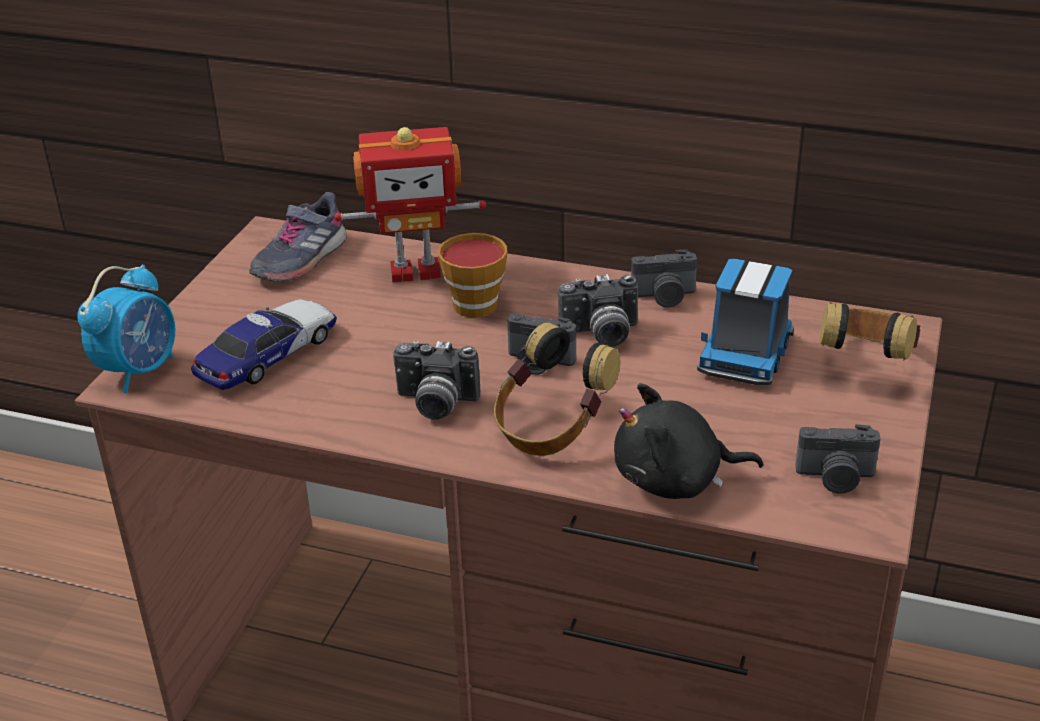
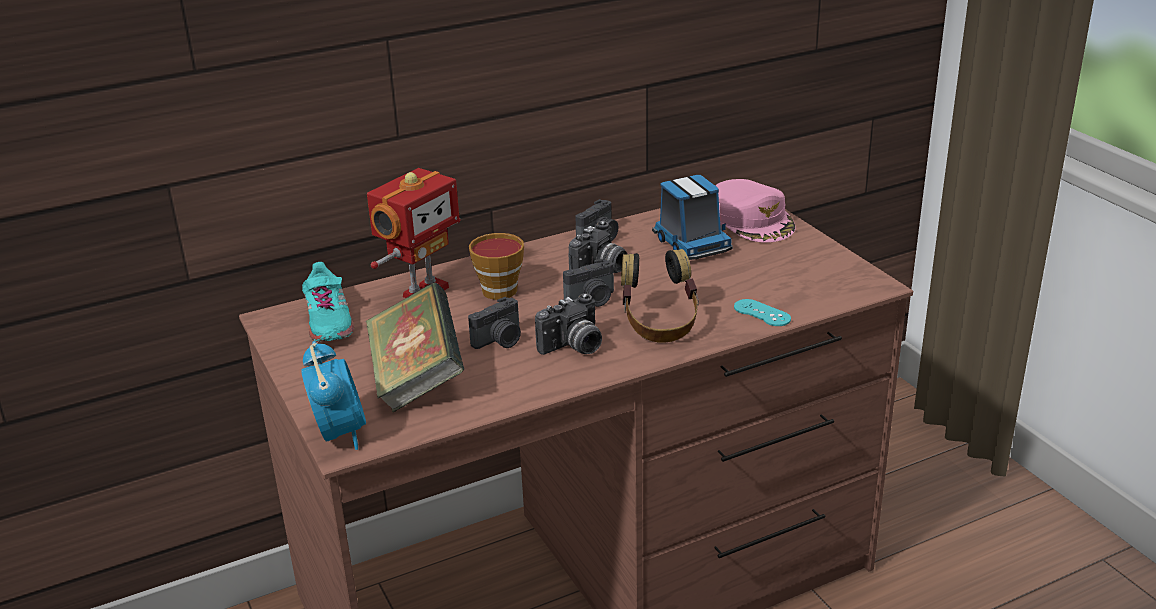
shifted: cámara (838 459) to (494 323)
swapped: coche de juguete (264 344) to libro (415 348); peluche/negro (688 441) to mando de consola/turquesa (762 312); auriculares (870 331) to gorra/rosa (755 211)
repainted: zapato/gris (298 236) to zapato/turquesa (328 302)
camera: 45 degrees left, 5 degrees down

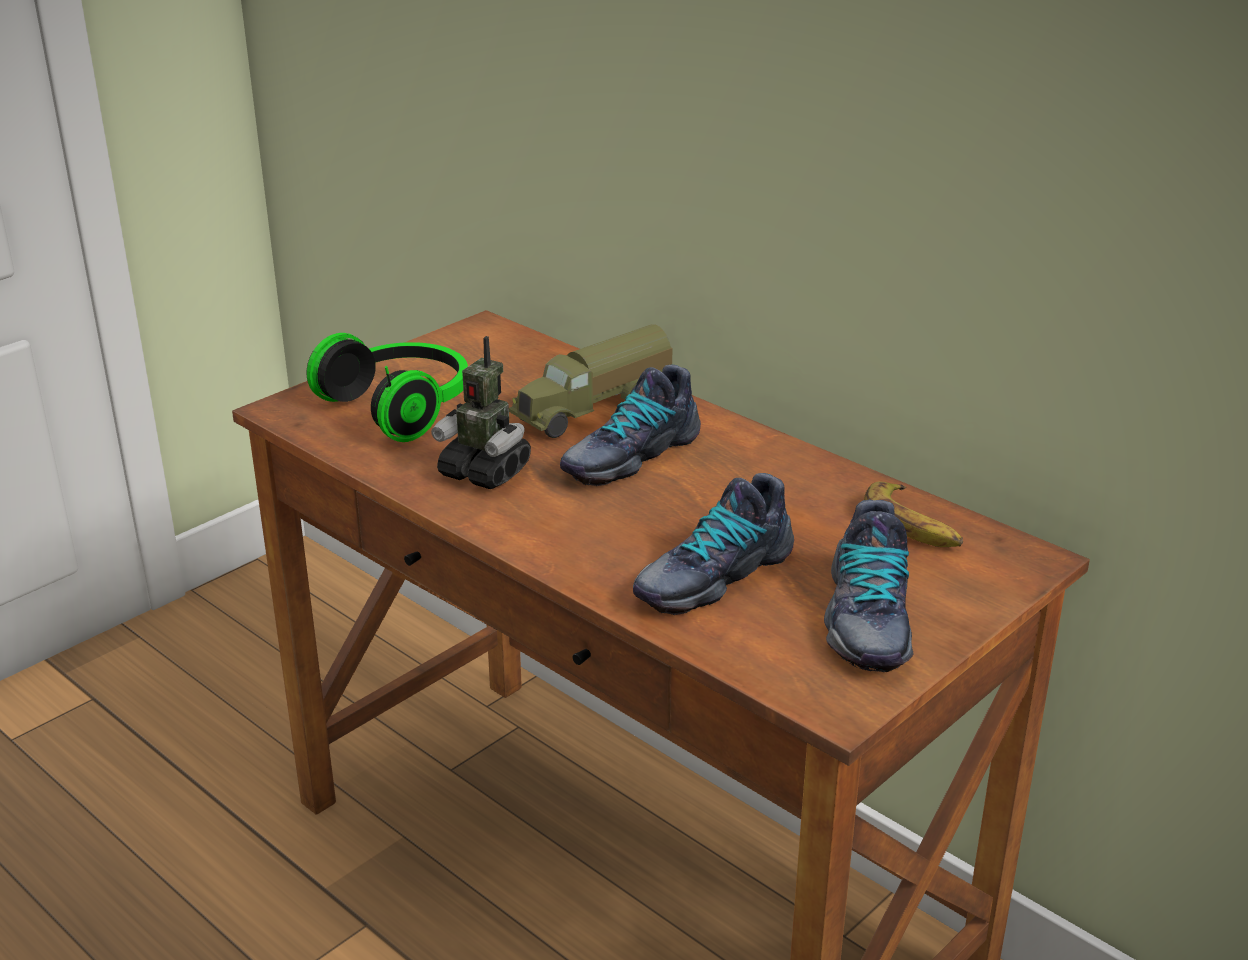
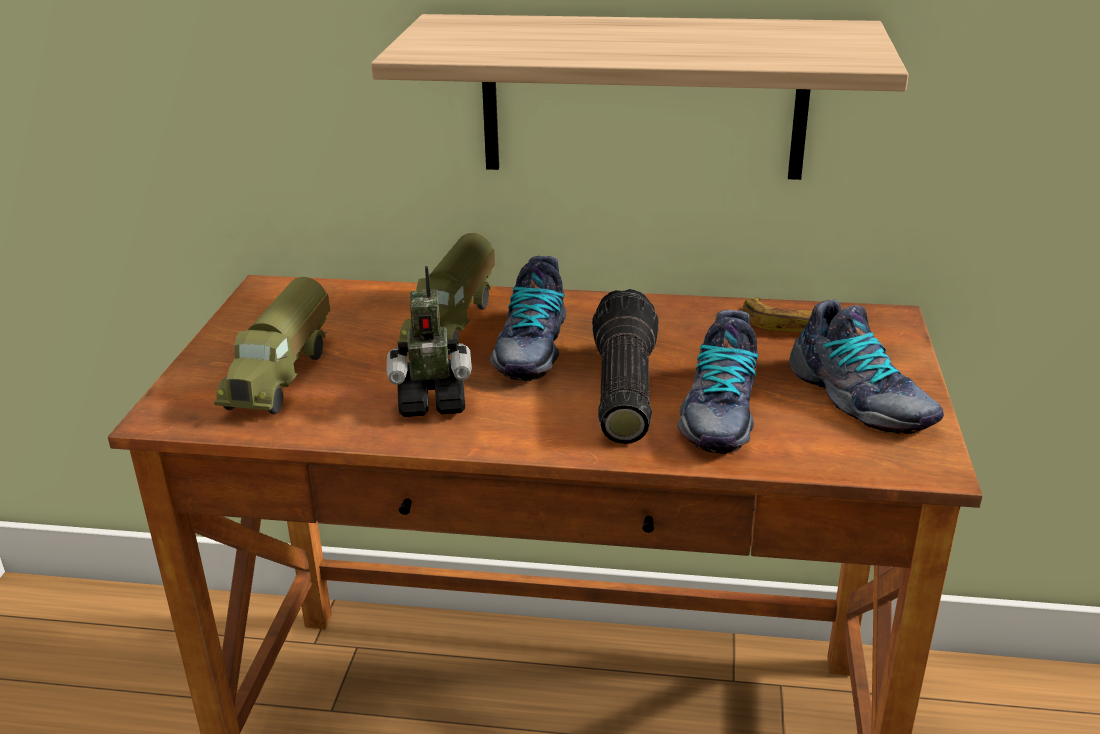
new: estante (640 97); linterna (625 366)
swapped: auriculares (387 387) to camión de juguete (272 345)
camera: 35 degrees left, 0 degrees up

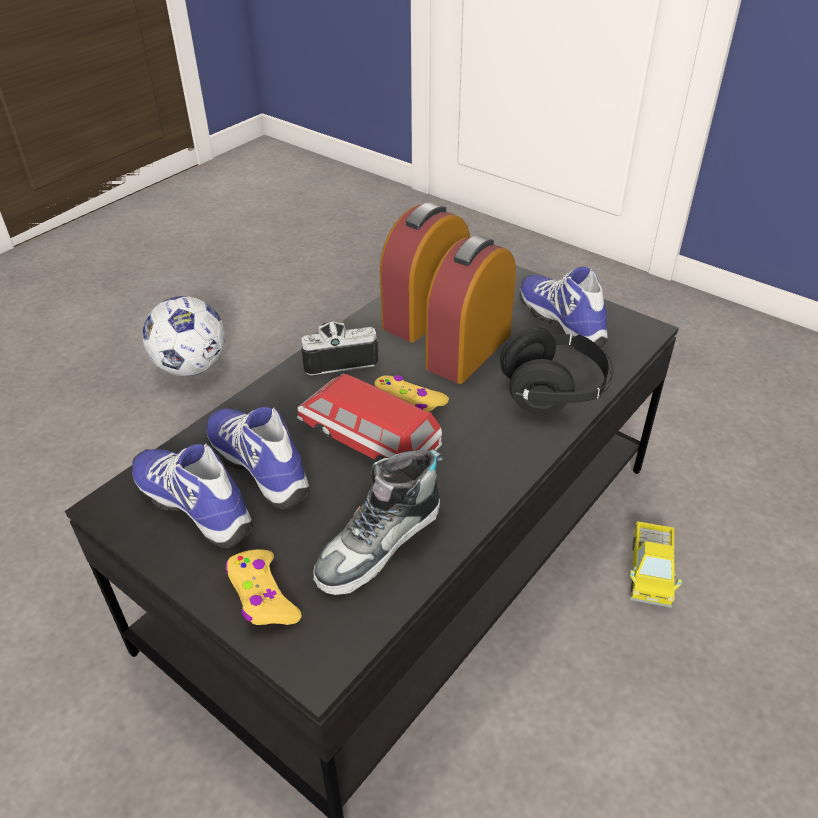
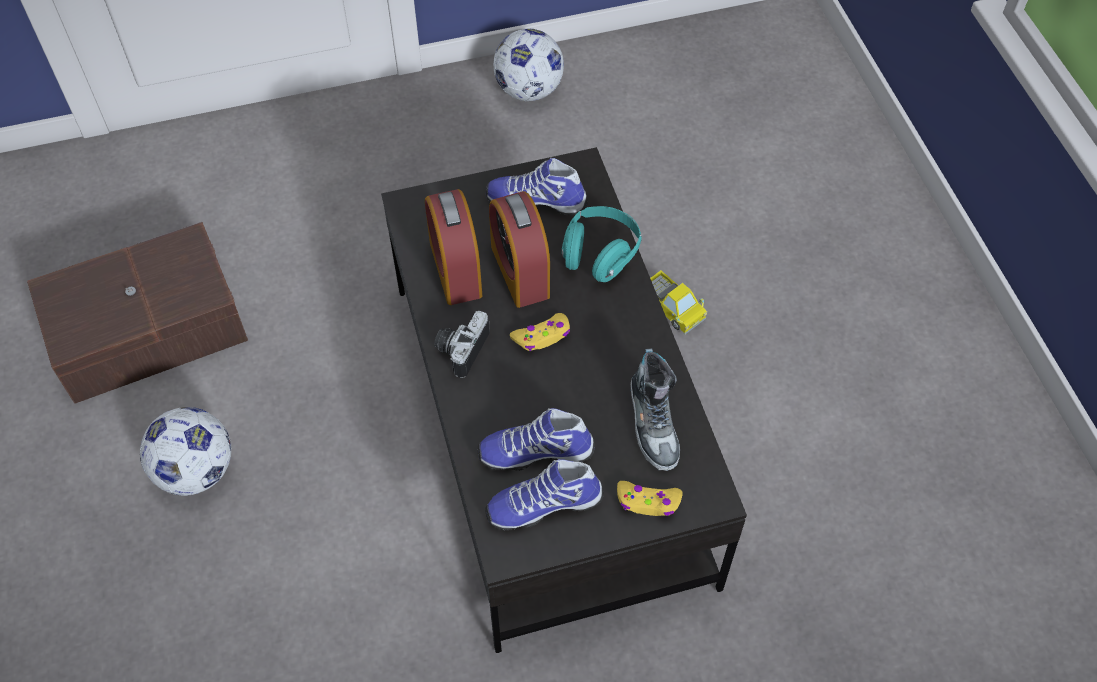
gone: coche de juguete (369 417)
new: caja de almacenaje/marrón (137 313); balón de fútbol (528 65)
repainted: auriculares/negro (556 370) to auriculares/turquesa (601 244)
camera: 55 degrees left, 15 degrees up

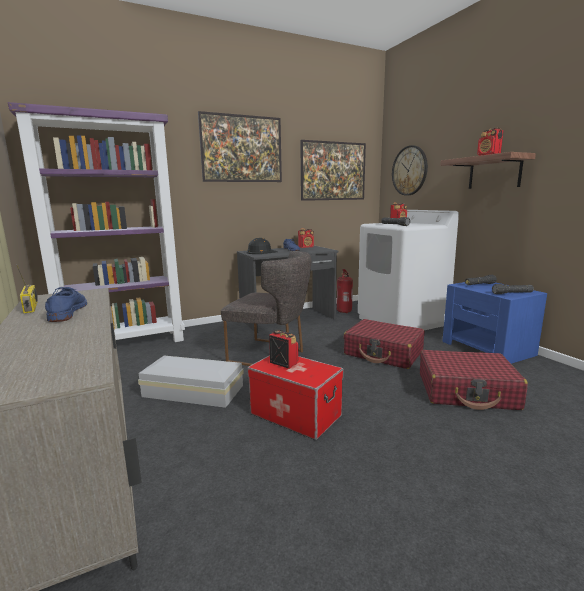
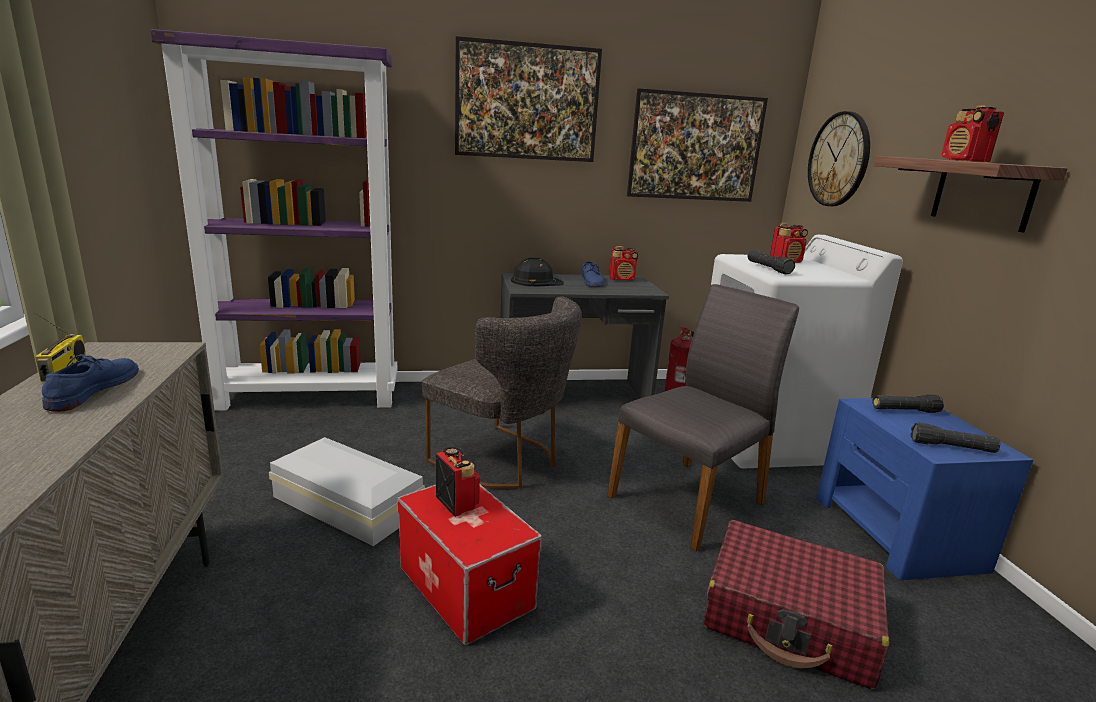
swapped: maleta/rojo (384 344) to silla/gris (703 418)
camera: 15 degrees right, 5 degrees up

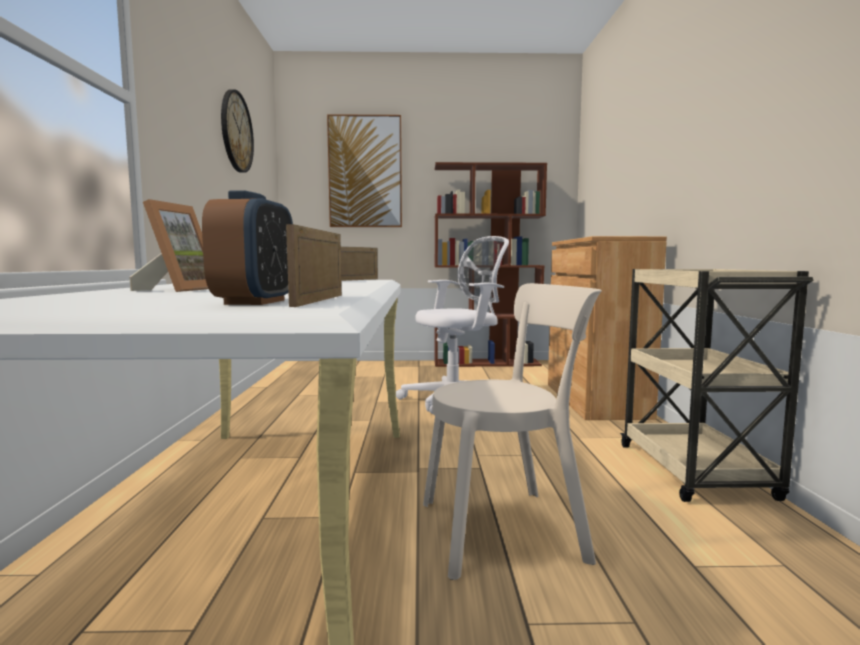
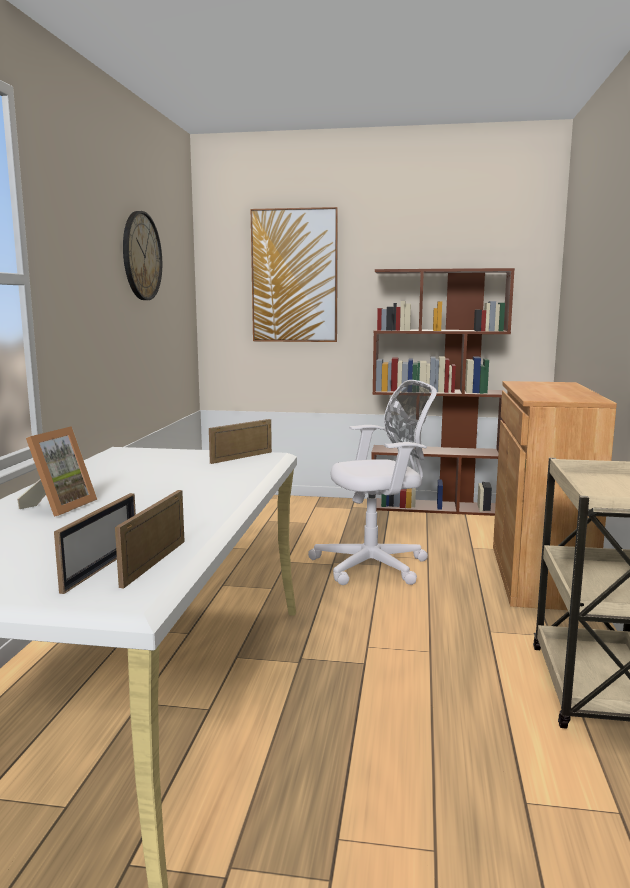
gone: silla/beis (512 431)
swapped: despertador (247 247) to portarretratos (95 543)
camera: 10 degrees right, 5 degrees up

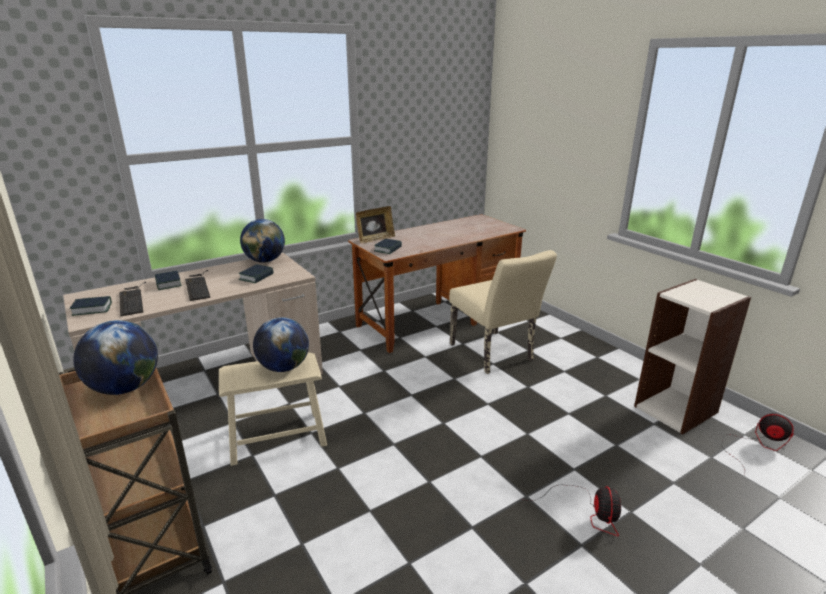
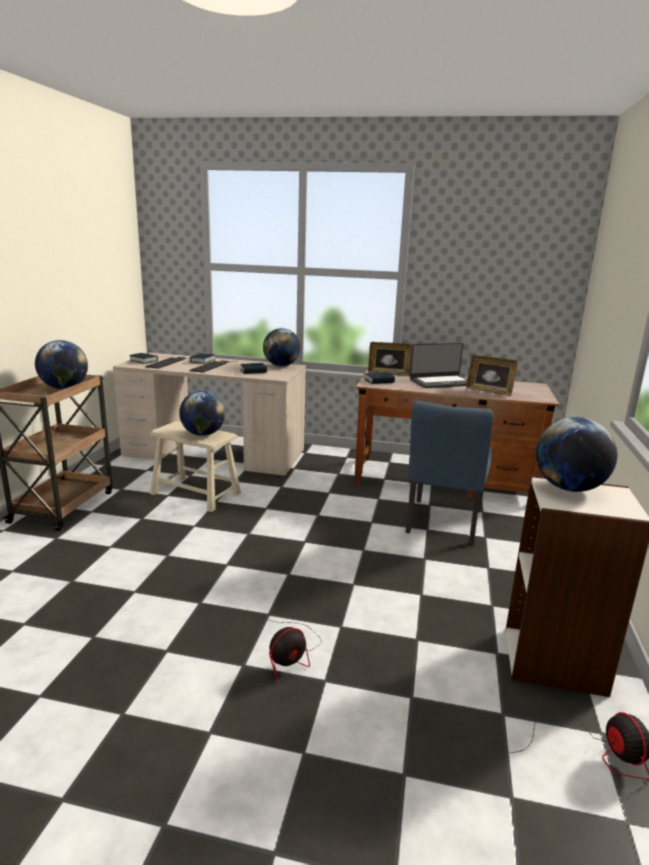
new: portátil (438 365); portarretratos (491 375); globo terráqueo (576 454)
repainted: silla/beis (503 312) to silla/azul (449 473)
camera: 45 degrees right, 5 degrees down

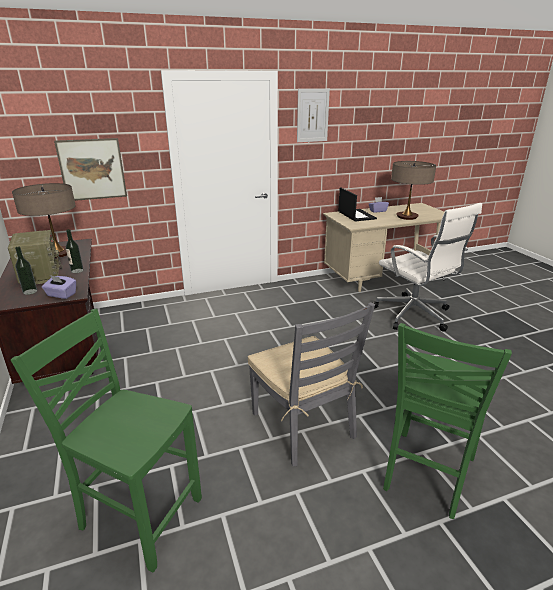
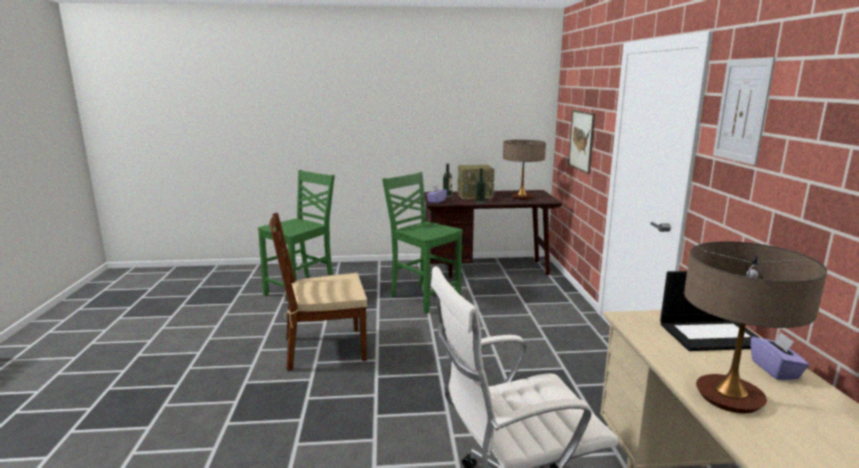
shifted: silla/verde (447 421) to (422 243)
repainted: silla/gris (311 384) to silla/marrón (318 292)
camera: 105 degrees right, 10 degrees down

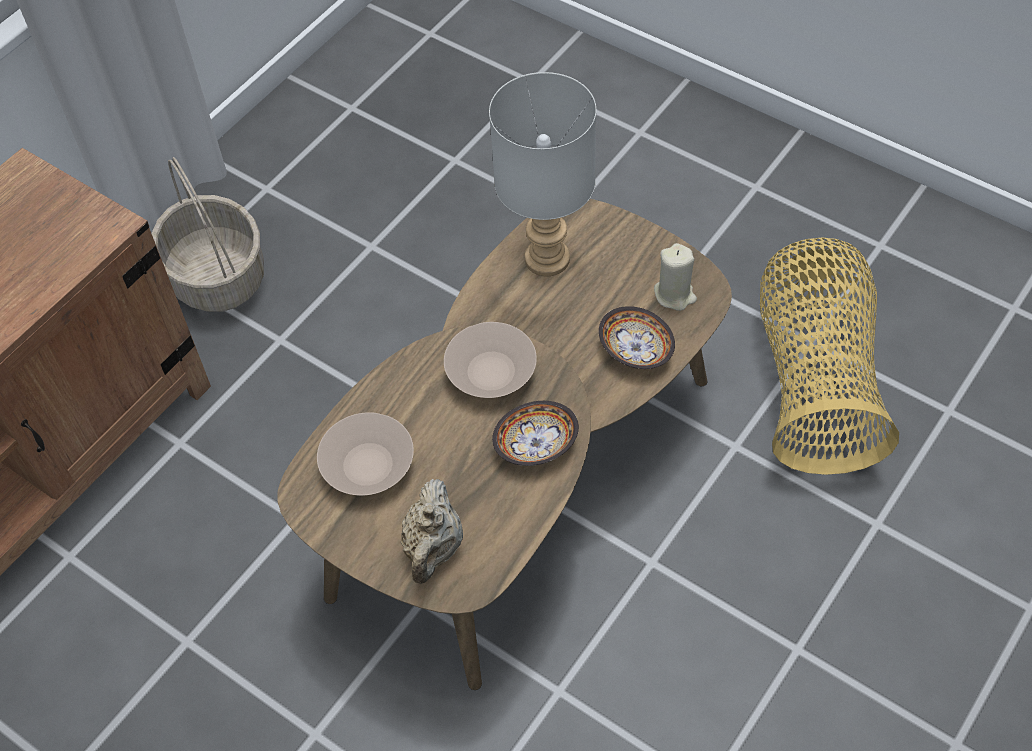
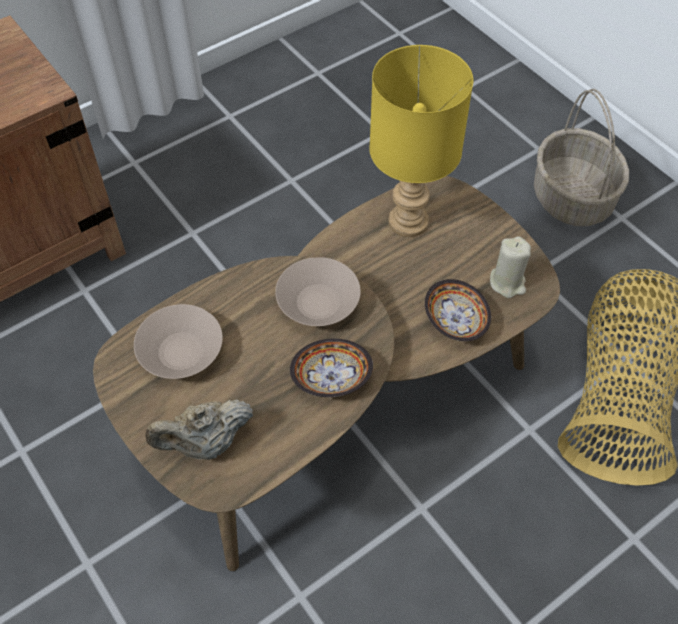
shifted: cesta (208 234) to (581 157)
repainted: lámpara de mesa/gris (542 174) to lámpara de mesa/amarillo (421 141)
rotated: tetera/beis (432 531) = (199 429) 45 degrees clockwise
camera: 15 degrees right, 0 degrees up

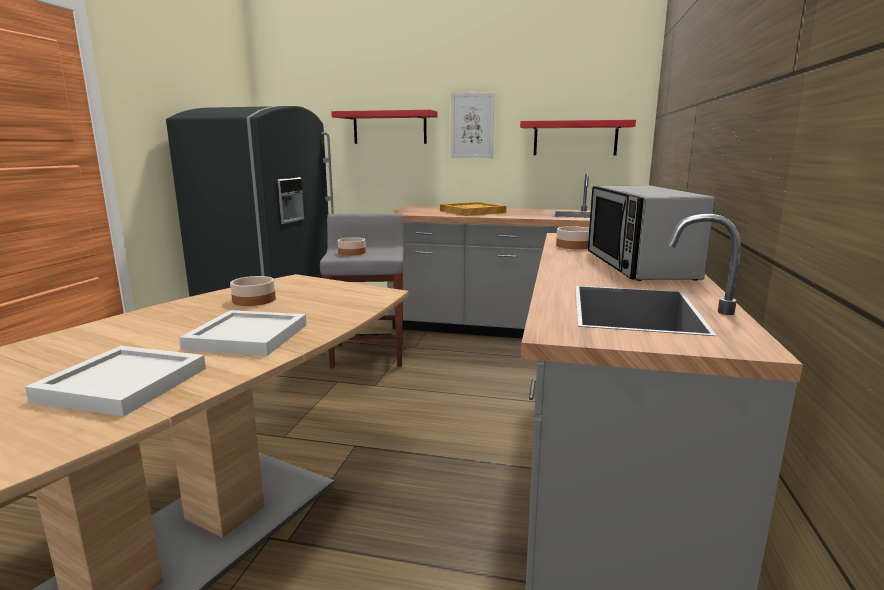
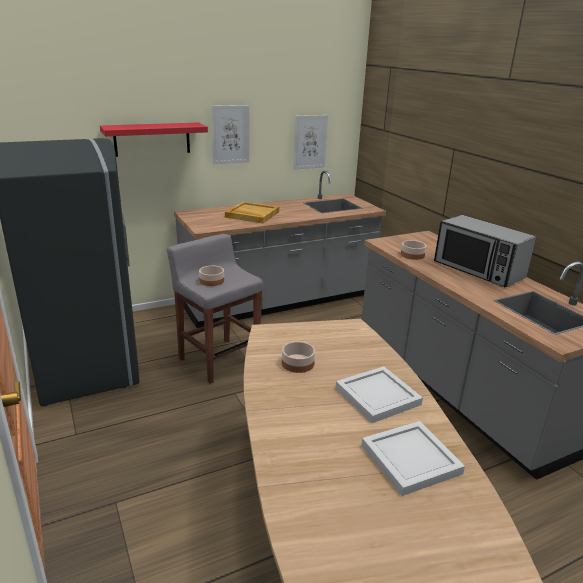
swapped: estante/rojo (578 137) to cuadro (310 142)
camera: 40 degrees left, 10 degrees up

